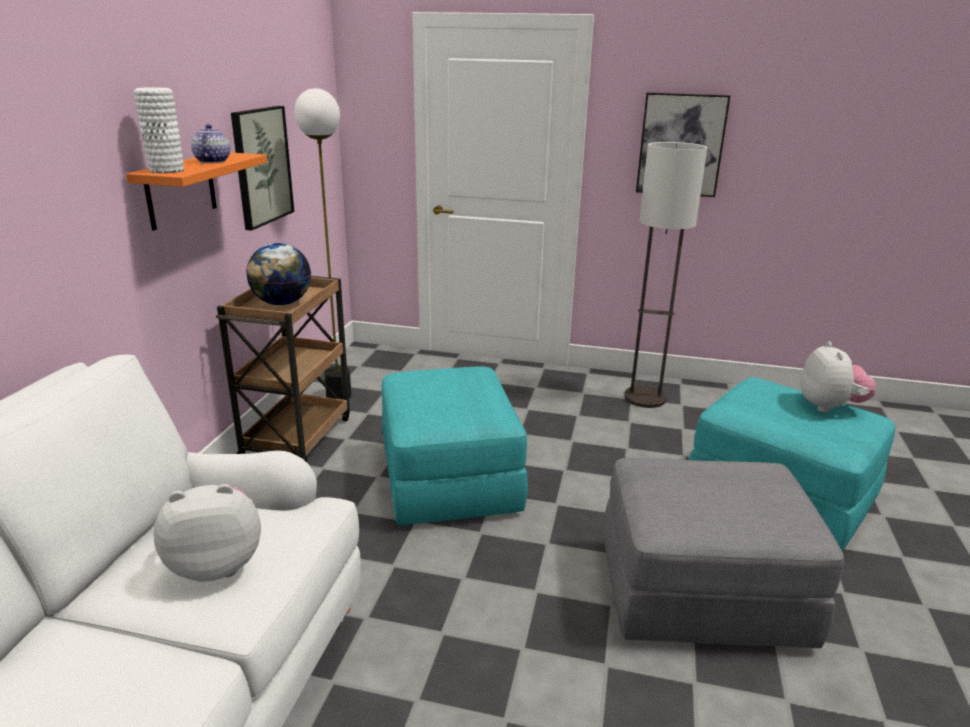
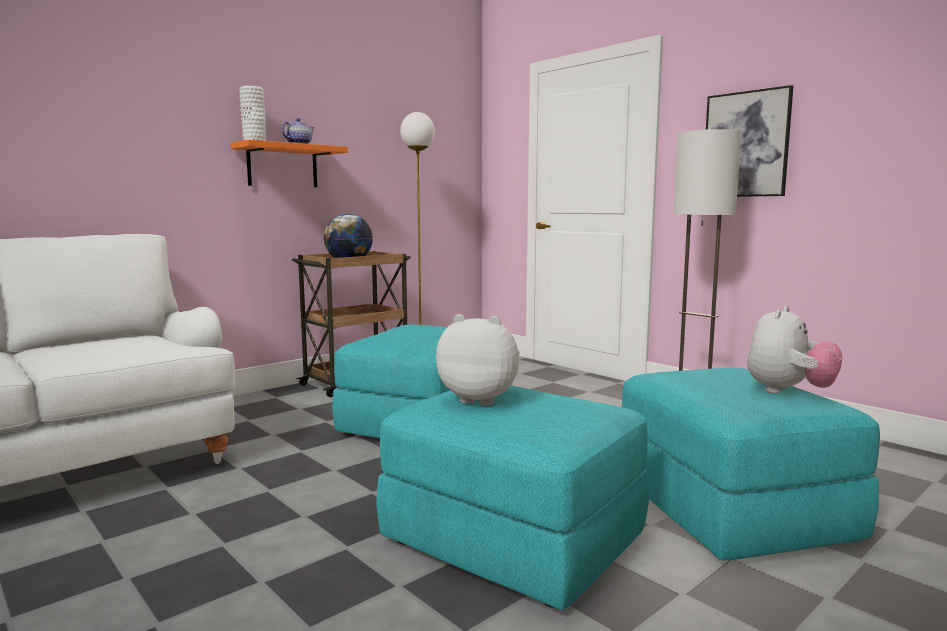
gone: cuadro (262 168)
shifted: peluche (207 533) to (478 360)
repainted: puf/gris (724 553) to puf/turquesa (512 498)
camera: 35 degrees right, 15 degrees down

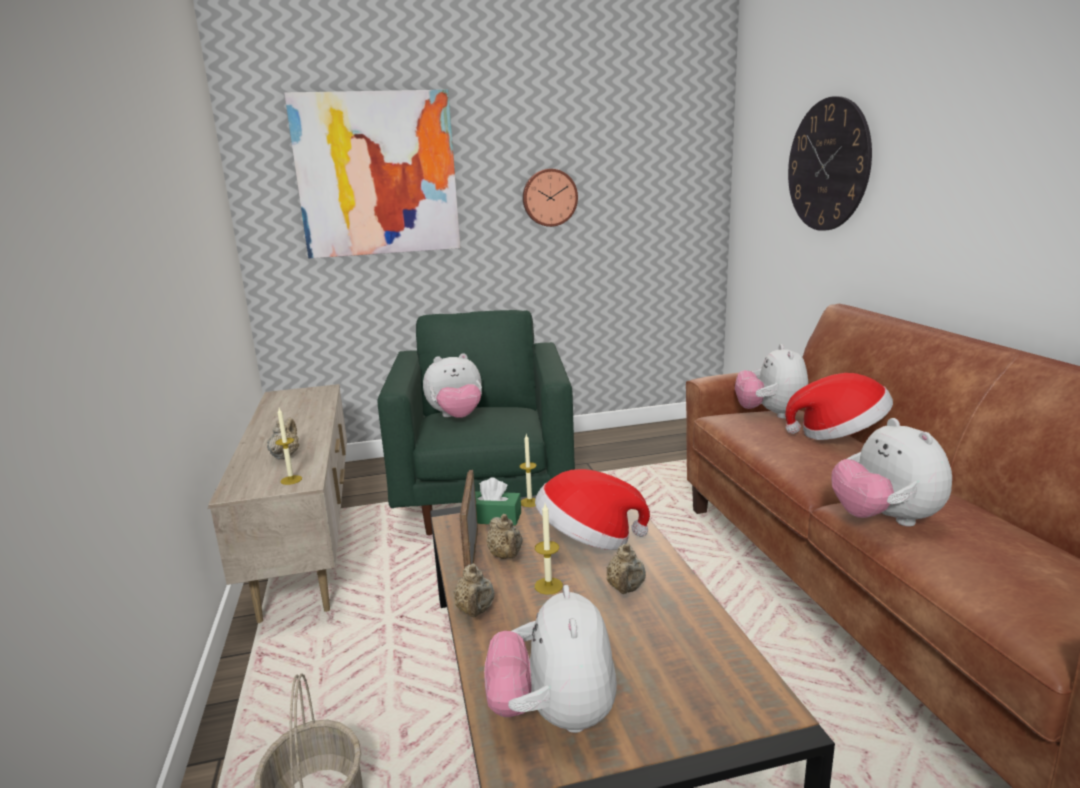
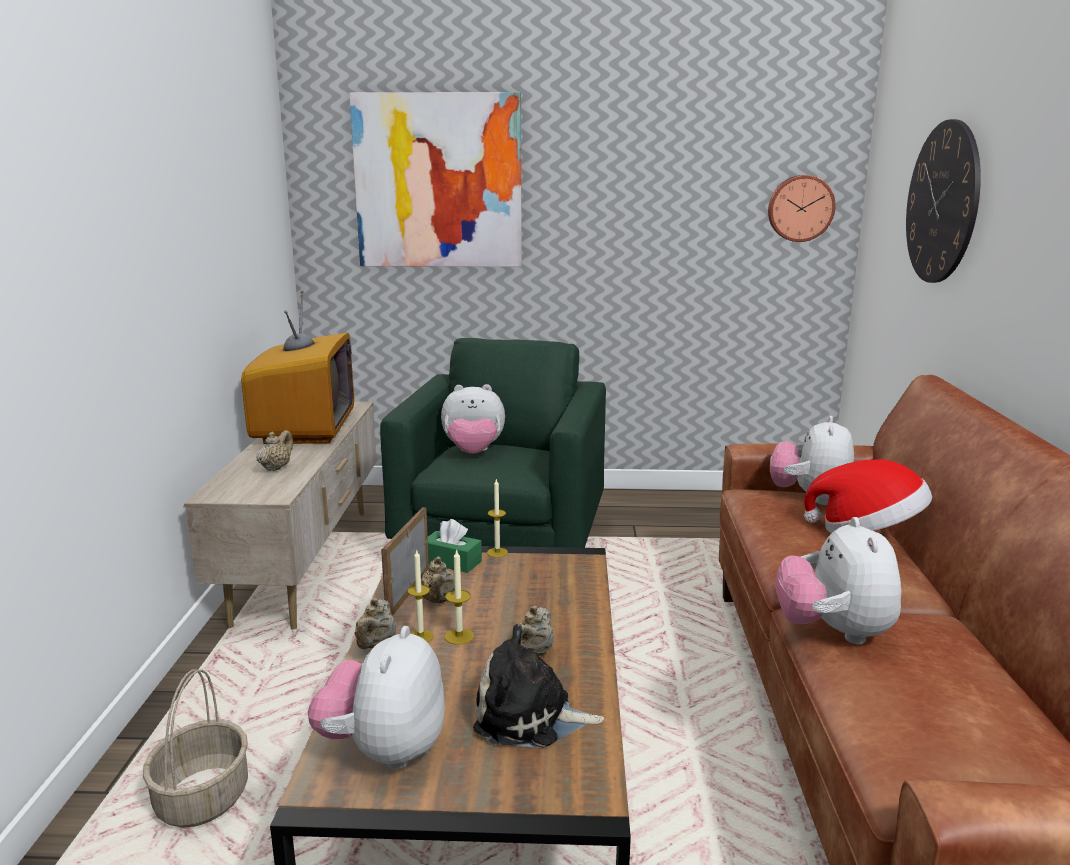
gone: sombrero (592 509)
new: televisor (297 367); peluche (538 686)
shifted: vela (288 446) to (420 595); reloj de pared (550 198) to (802 208)
camera: 15 degrees right, 0 degrees up

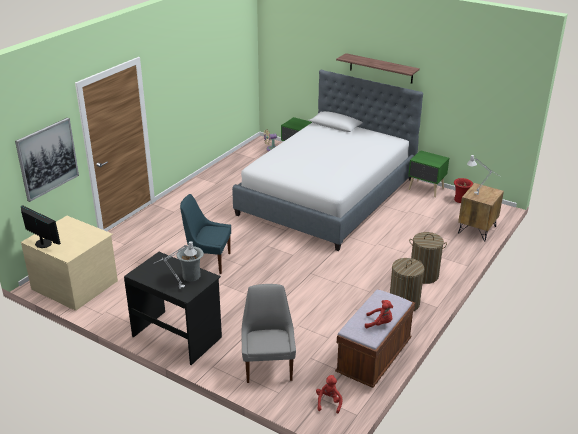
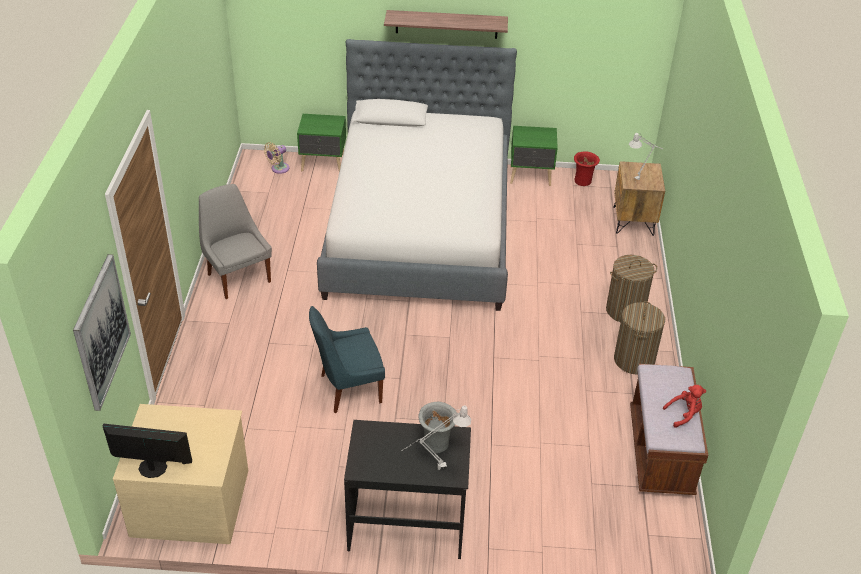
gone: peluche/rojo (329 394)
shifted: silla/gris (268 333) to (235 241)
camera: 30 degrees left, 10 degrees up

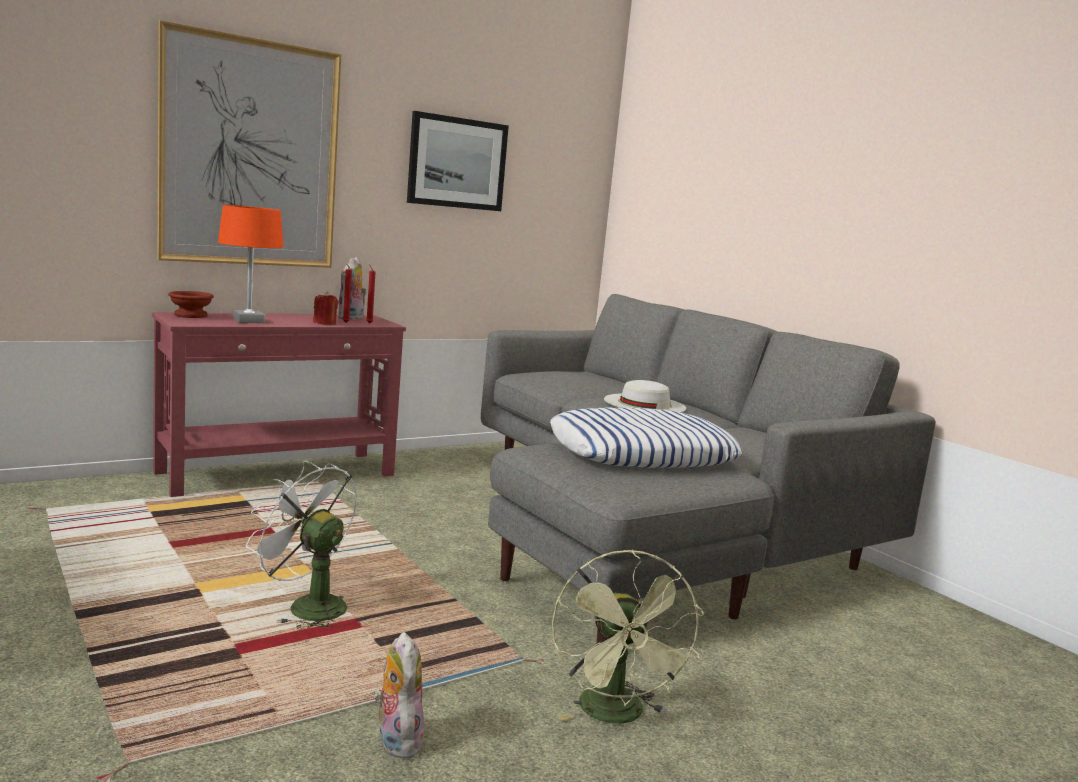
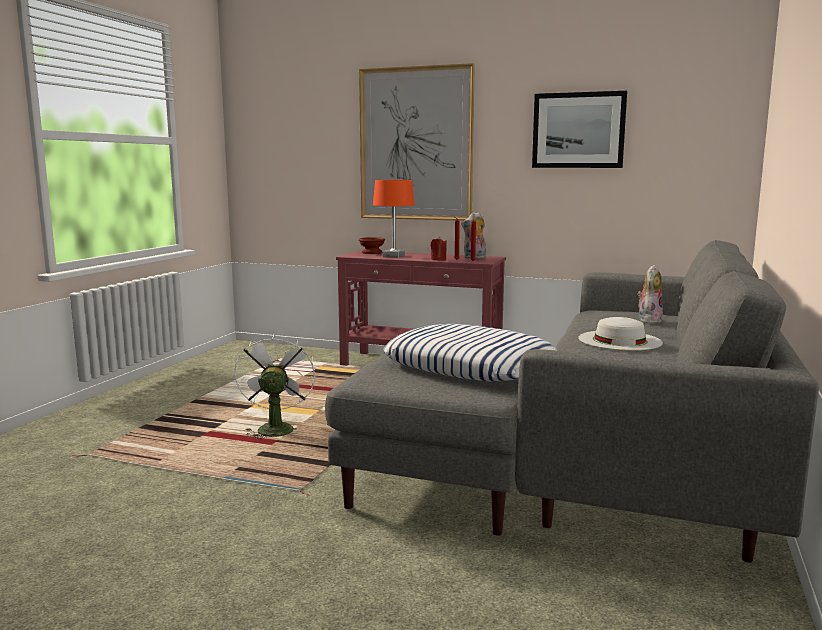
gone: ventilador/verde (628 636)
shifted: peluche (399 695) to (650 294)
camera: 55 degrees right, 0 degrees up

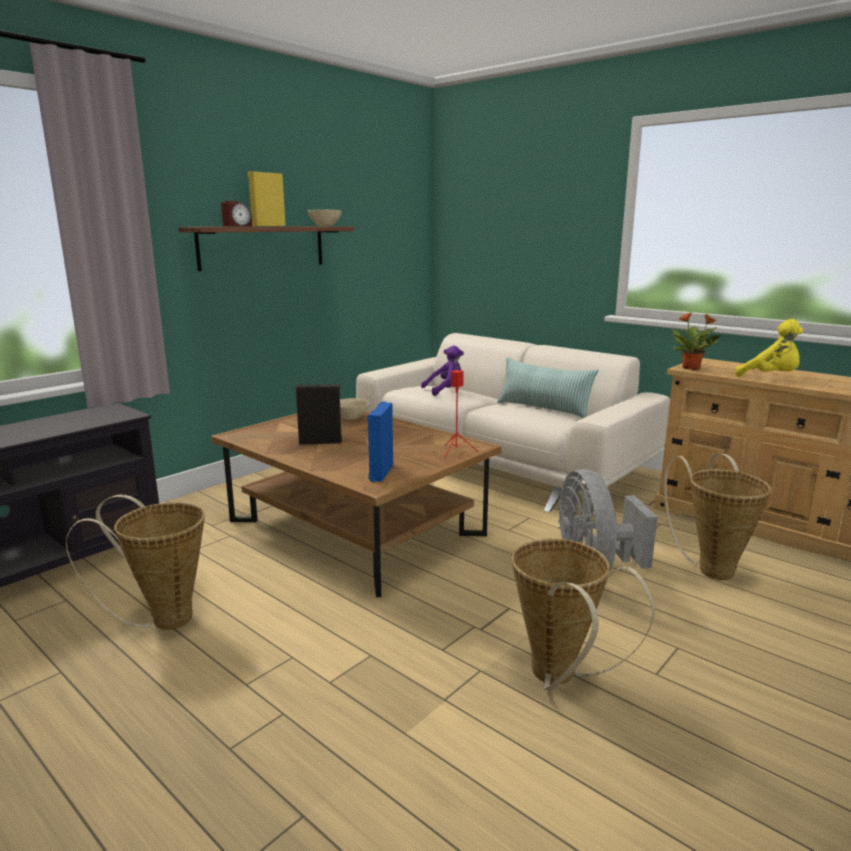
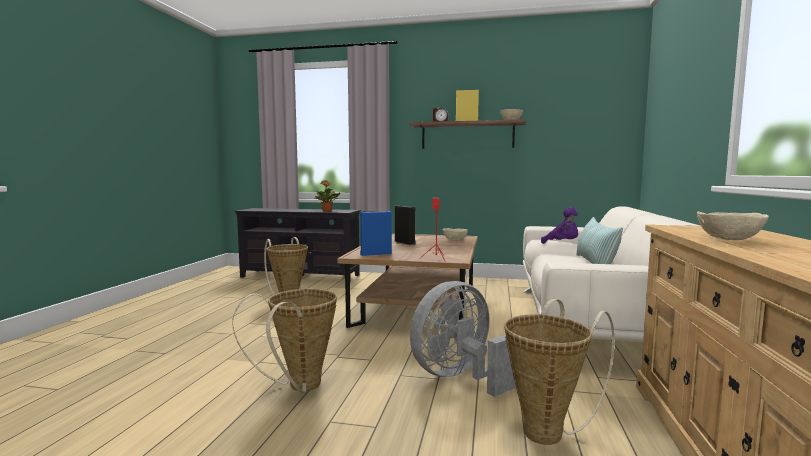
shifted: planta en maceta (695 341) to (327 195)
swapped: peluche/amarillo (769 348) to cuenco/beis (733 226)
camera: 60 degrees right, 10 degrees down

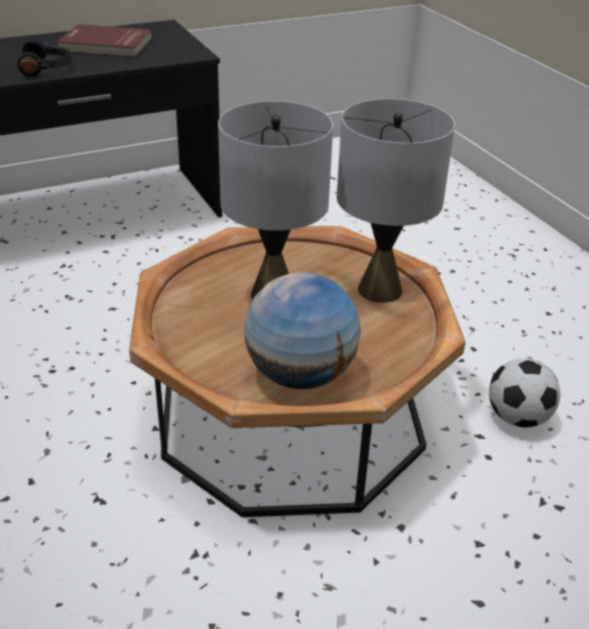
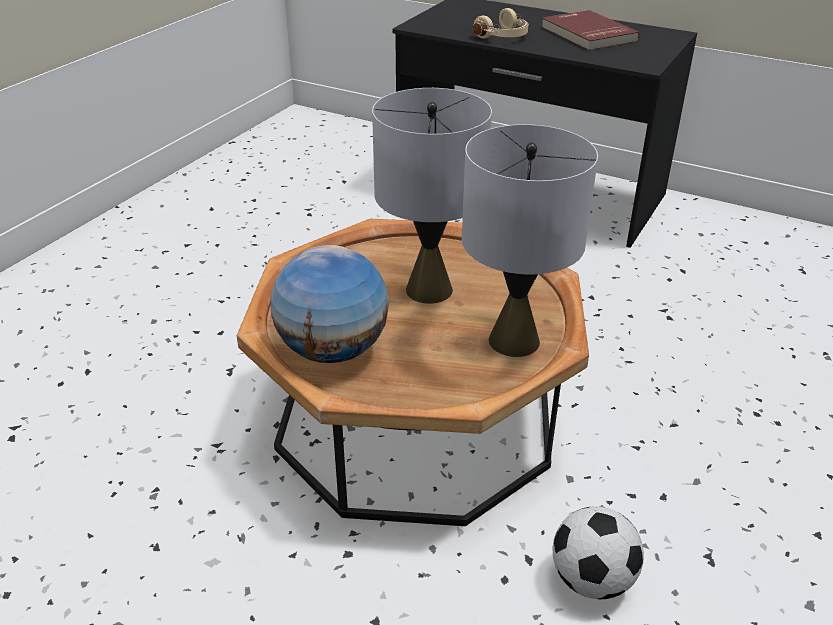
repainted: auriculares/negro (44 58) to auriculares/beis (500 23)
camera: 55 degrees right, 0 degrees up

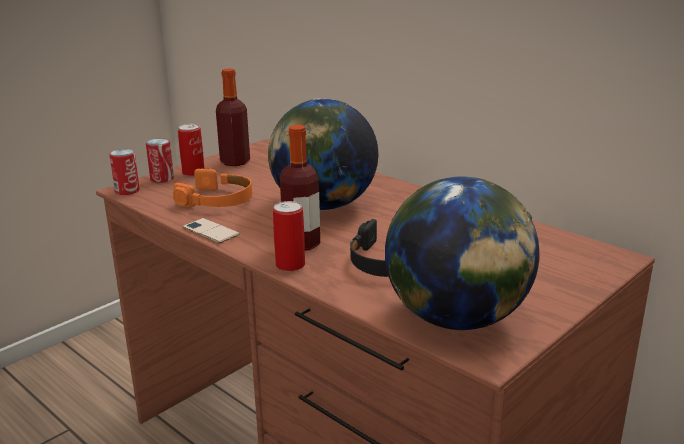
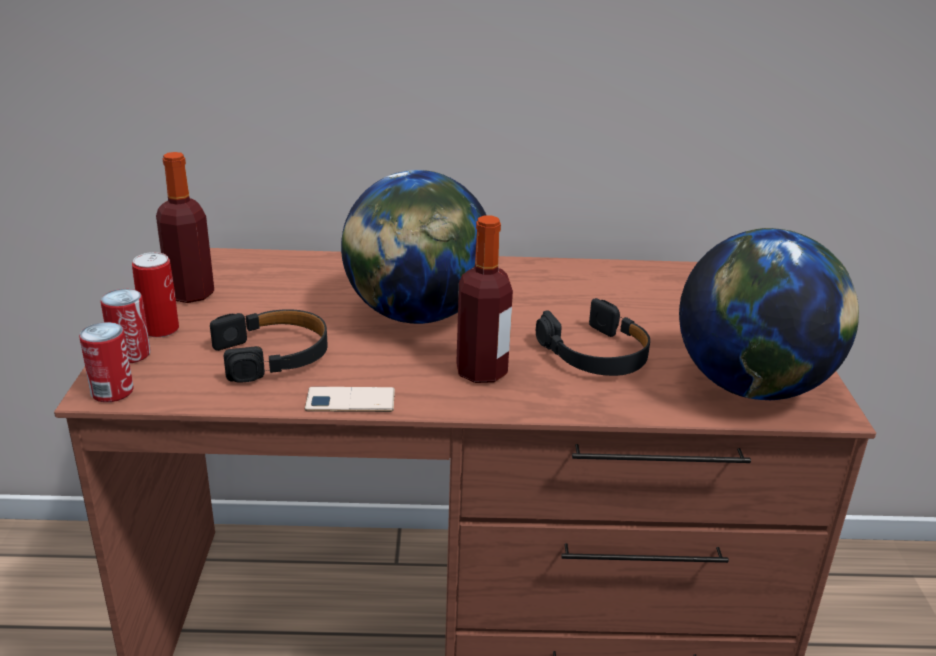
gone: lata (289 236)
repainted: auriculares/naranja (212 187) to auriculares/negro (269 346)
camera: 45 degrees left, 5 degrees up

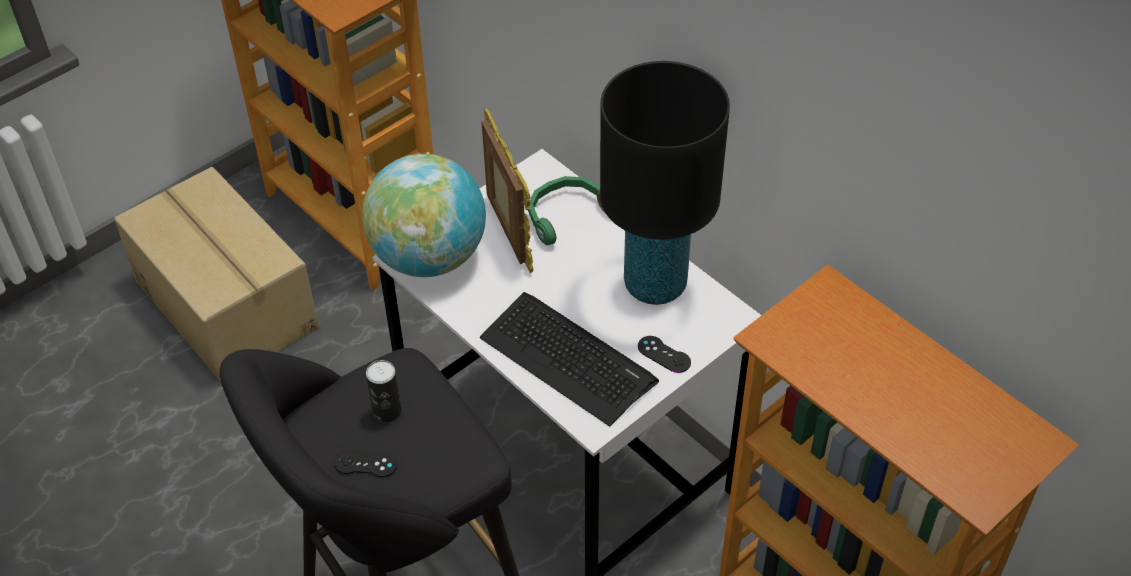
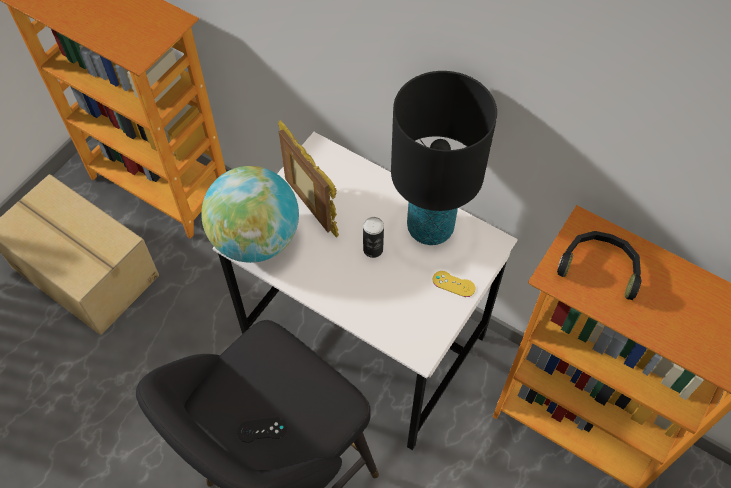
gone: teclado (569 359); auriculares/verde (567 211)
new: auriculares/negro (599 265)
shifted: lata (384 391) to (373 237)
repainted: mando de consola/negro (664 354) to mando de consola/amarillo (454 284)
camera: 15 degrees left, 10 degrees up

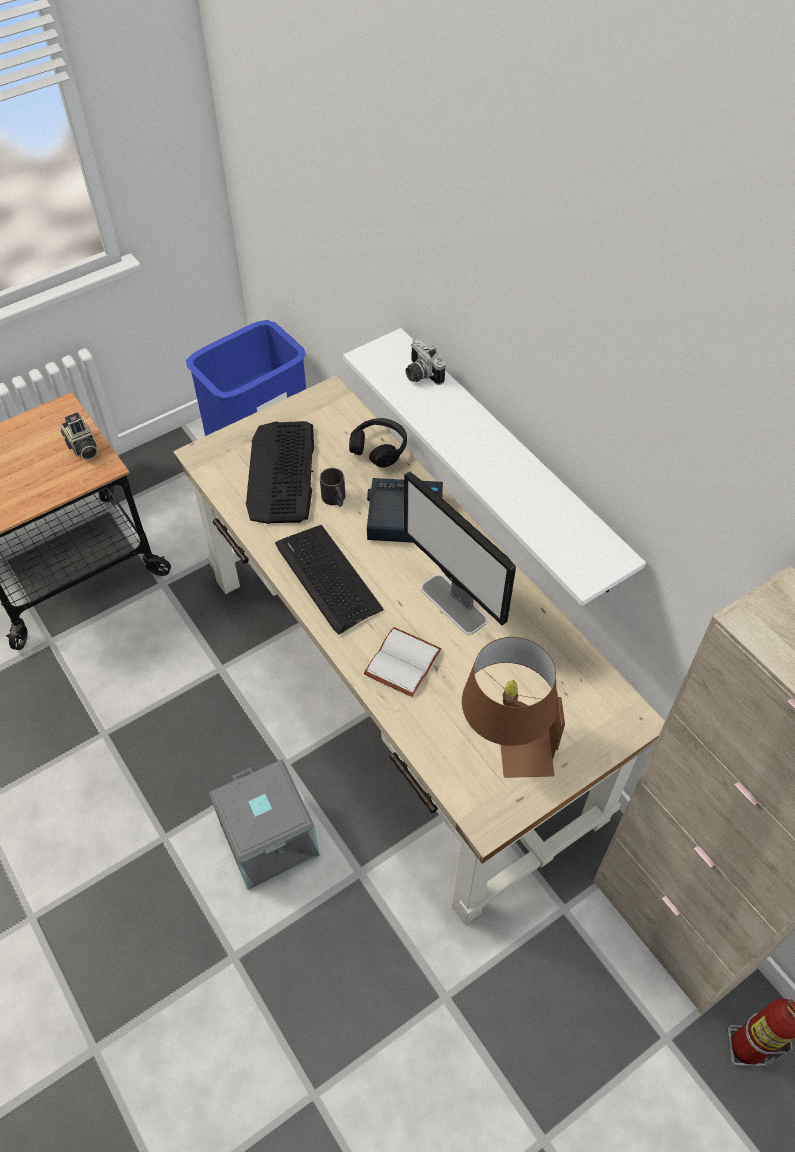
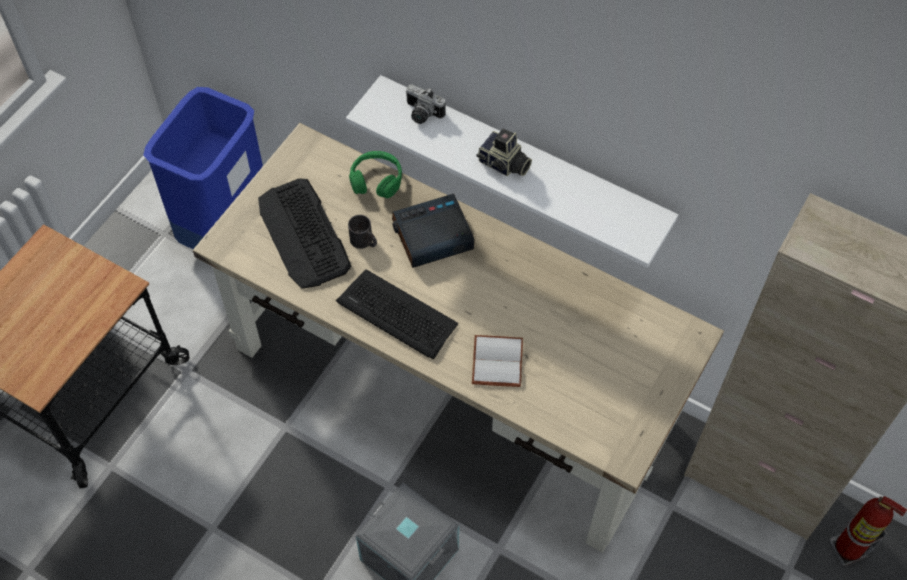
gone: monitor (460 553); lámpara de mesa/marrón (513 707)
shifted: cámara (79 436) to (504 152)
repainted: auriculares/negro (378 443) to auriculares/verde (375 174)
camera: 25 degrees left, 5 degrees up

